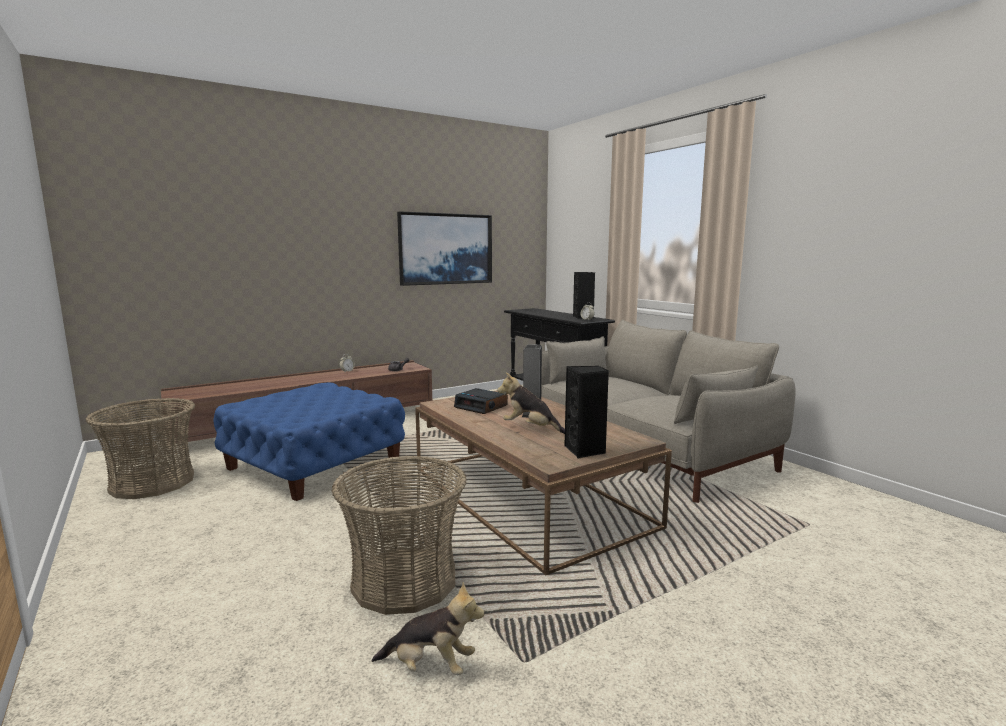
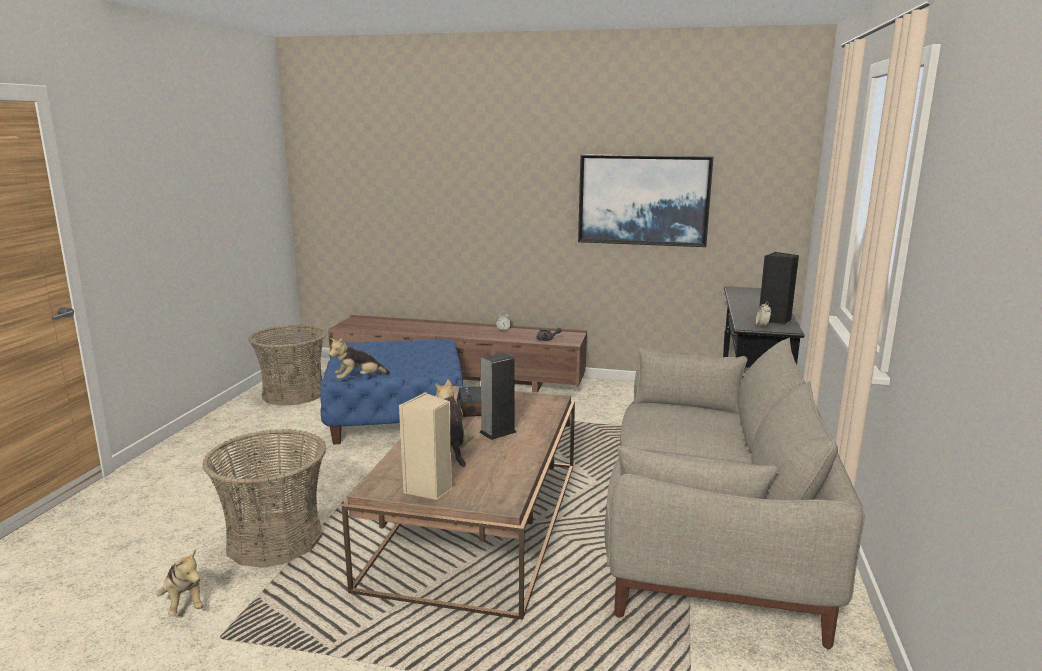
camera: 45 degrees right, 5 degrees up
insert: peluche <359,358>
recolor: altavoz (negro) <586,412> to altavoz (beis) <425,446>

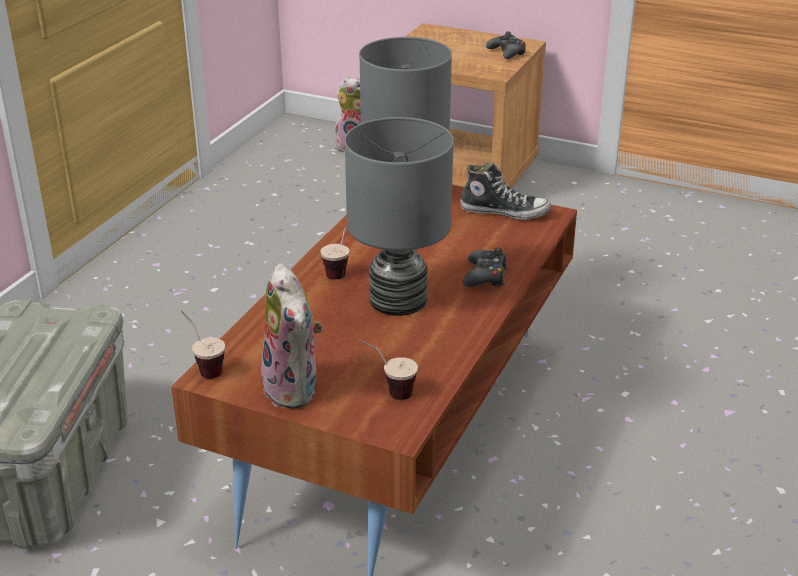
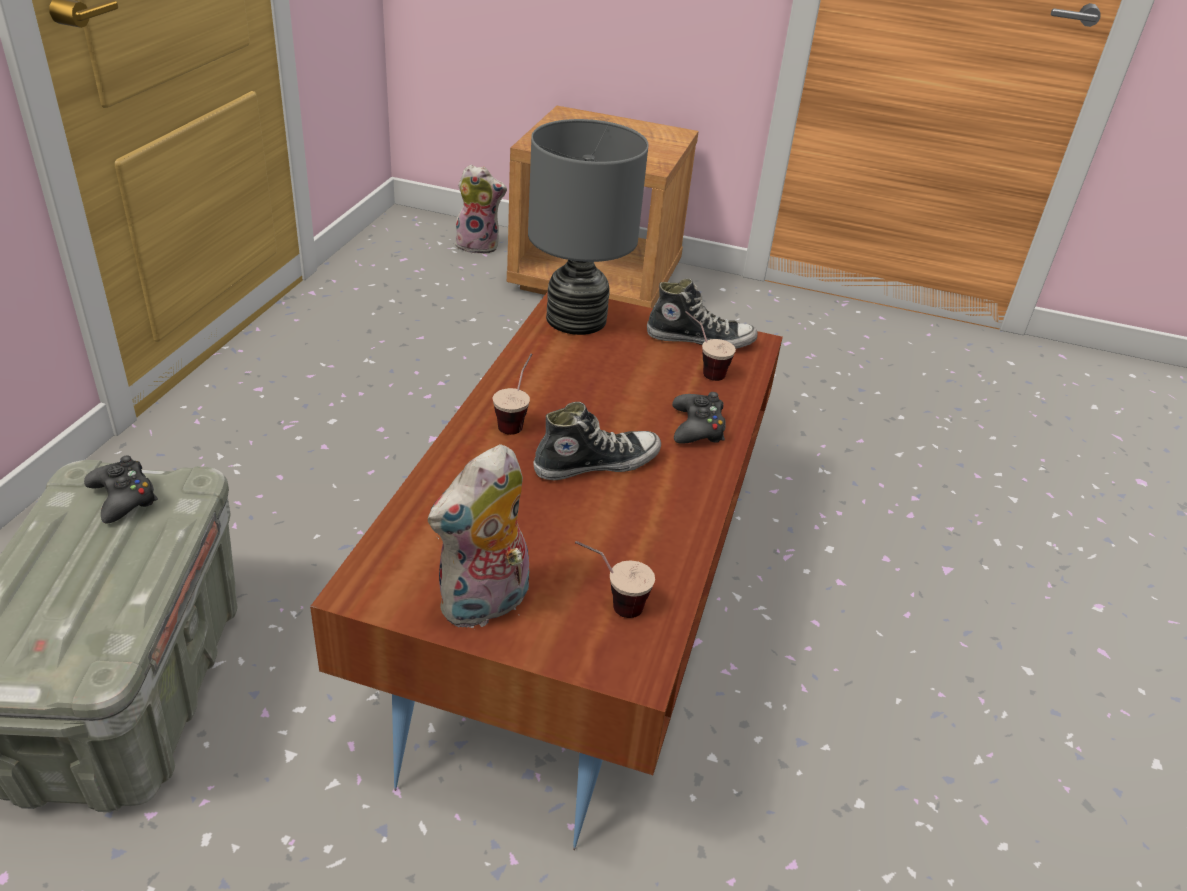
camera: 10 degrees left, 5 degrees up
move: mando de consola (negro) <506,45> to <121,489>; taza <202,344> to <710,346>
replace: lámpara de mesa (gris) <399,216> to zapato <597,441>
rotate: peluche <292,336> = <478,537> 75 degrees clockwise

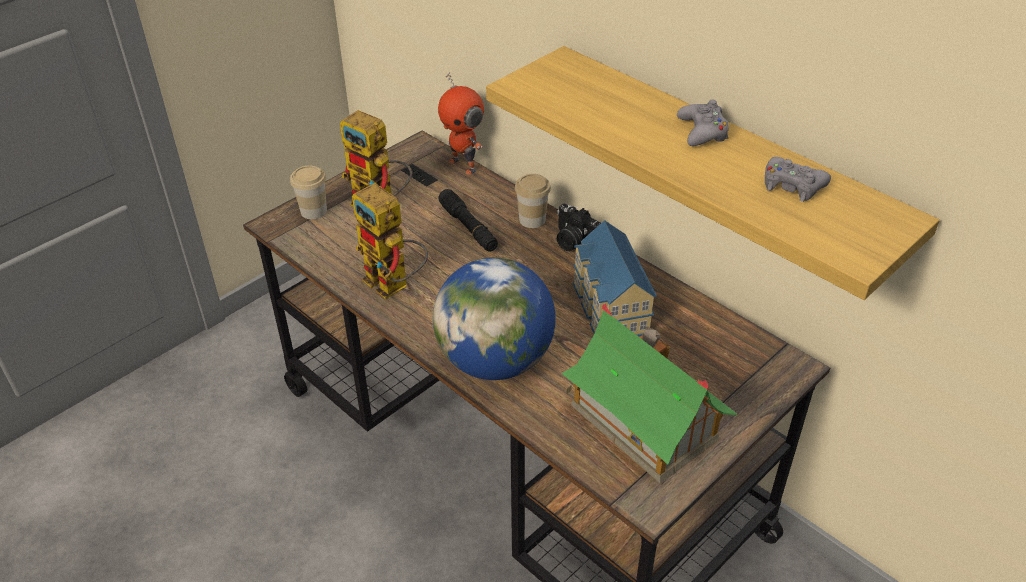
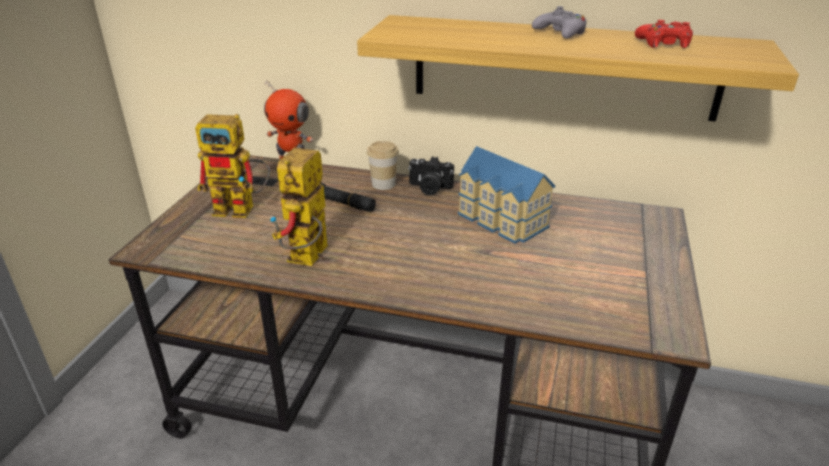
camera: 30 degrees left, 10 degrees down
delete: taza <308,192>; globo terráqueo <494,318>; casita <649,394>
recolor: mando de consola (gris) <798,179> to mando de consola (rojo) <664,34>
rotate: robot de juguete <390,241> = <299,206> 90 degrees clockwise

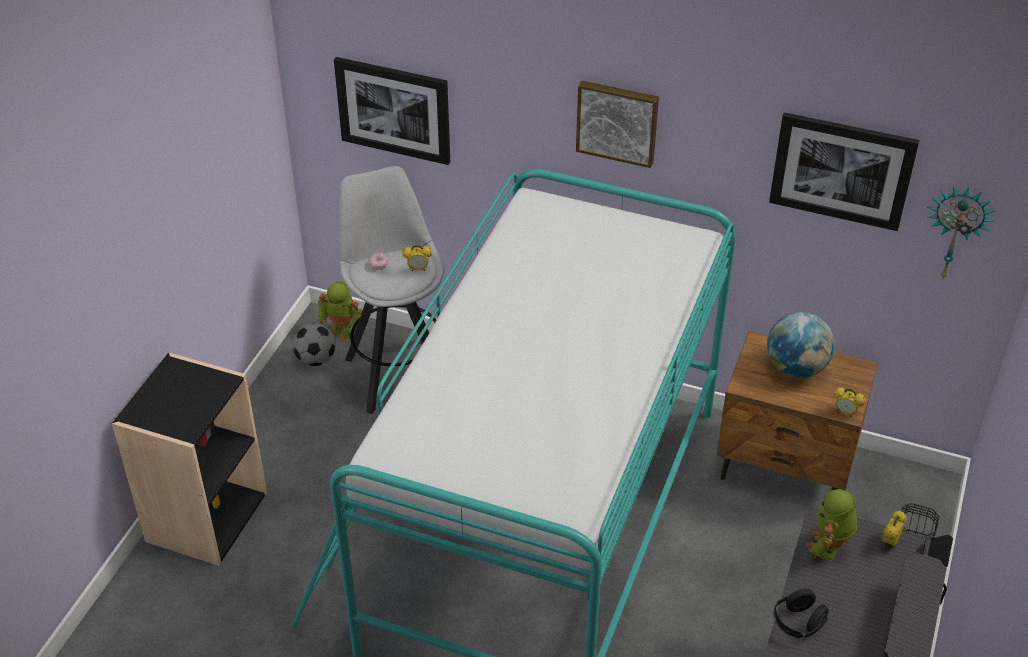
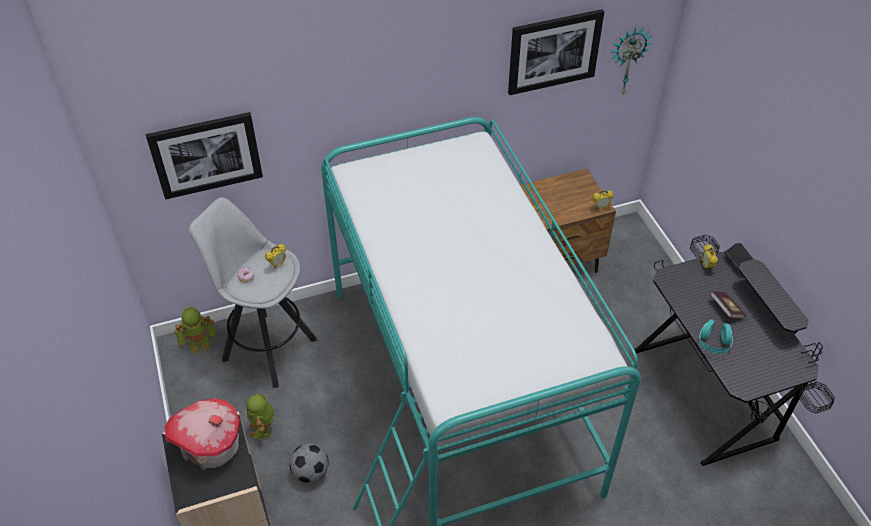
camera: 40 degrees left, 5 degrees up
delete: cuadro <617,124>; globo terráqueo <801,345>
insert: libro <728,305>; casita <202,434>
move: balón de fútbol <314,345> to <309,463>; robot de juguete <831,525> to <260,418>
recolor: auriculares (negro) <801,613> to auriculares (turquesa) <716,336>

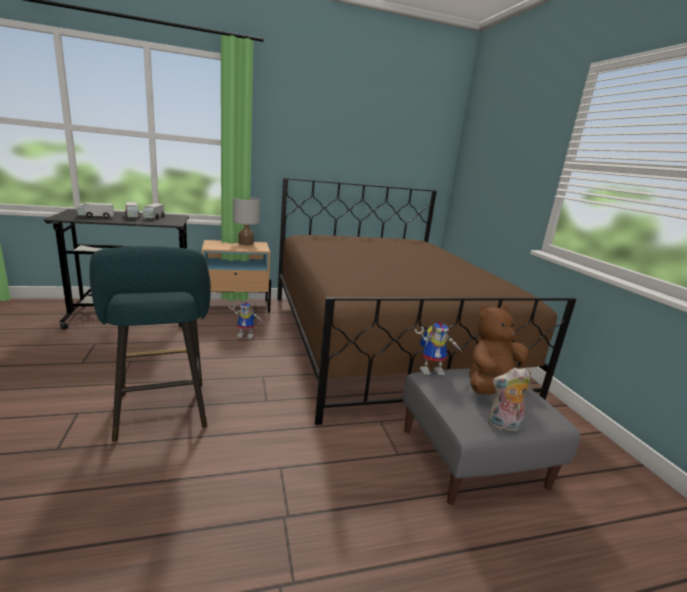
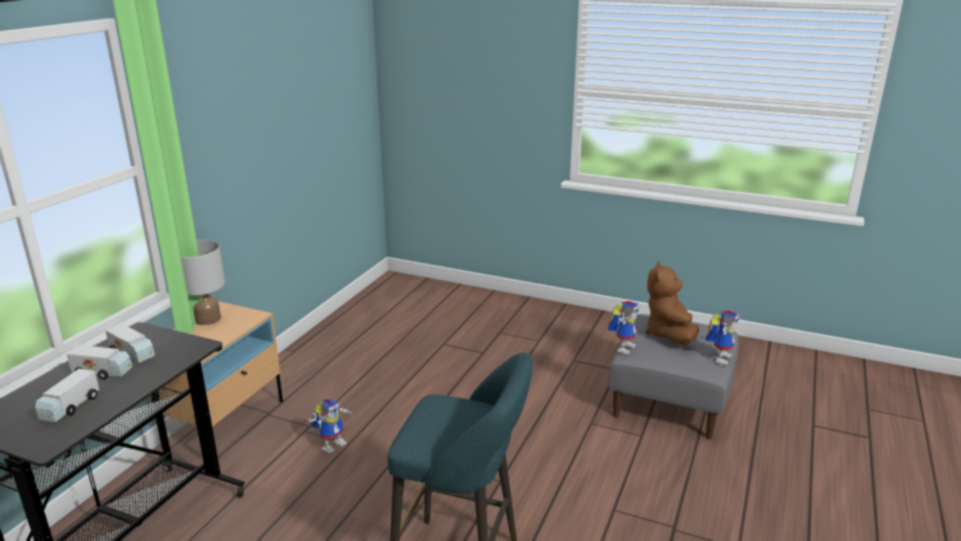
camera: 50 degrees left, 5 degrees up
delete: cama (marrón) <426,301>
replace: peluche <509,400> to robot de juguete <722,337>

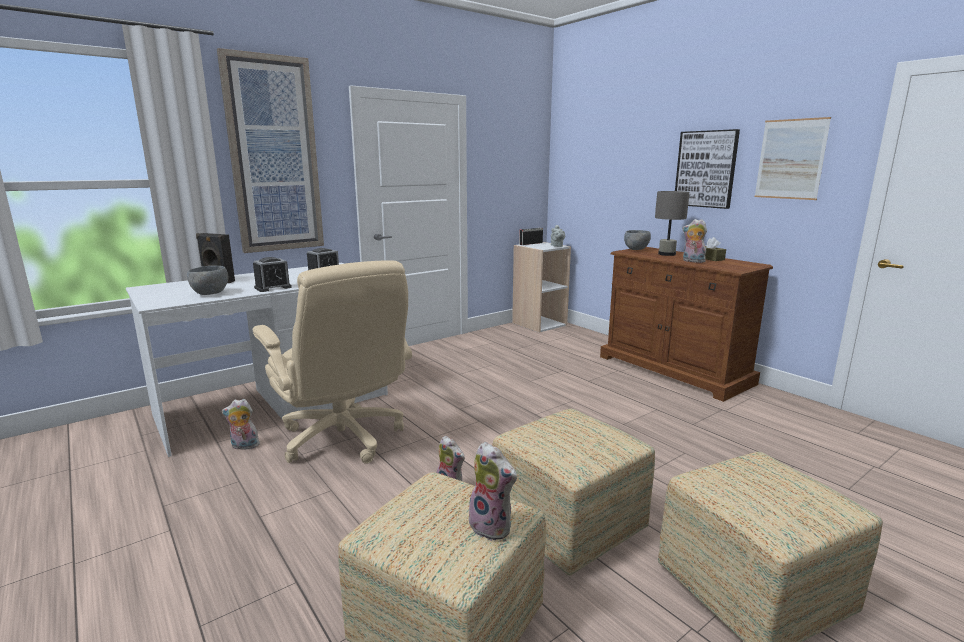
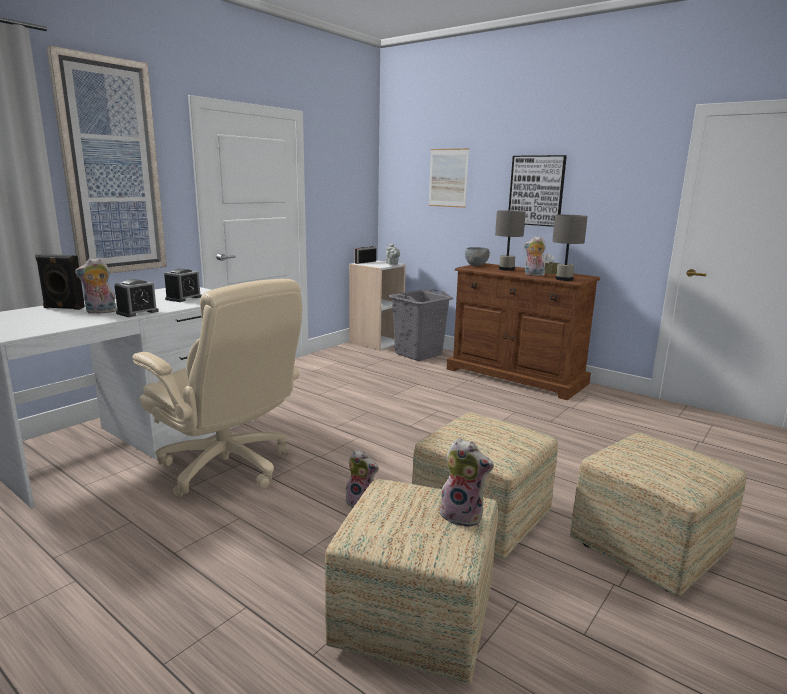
camera: 15 degrees left, 0 degrees up
delete: cuenco (gris) <207,280>
insert: lámpara de mesa (gris) <569,248>; cesto de la ropa (gris) <420,325>
move: cuadro <793,158> to <448,178>; peluche <241,424> to <96,286>

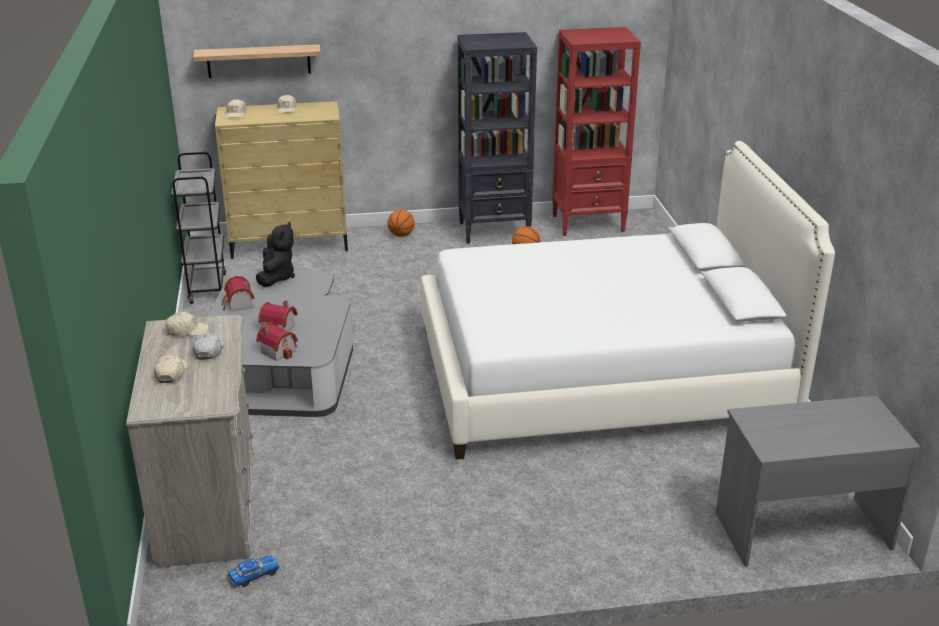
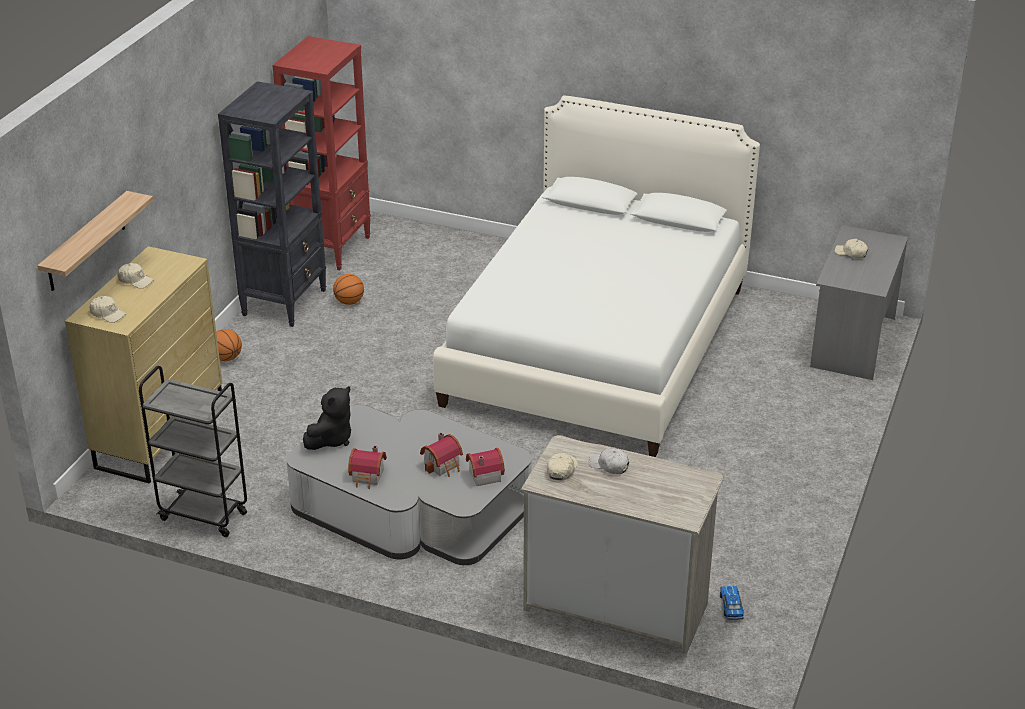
camera: 60 degrees left, 5 degrees up
move: gorra (beis) <171,369> to <851,249>
rotate: peluche (negro) <275,254> = <327,418> 90 degrees clockwise

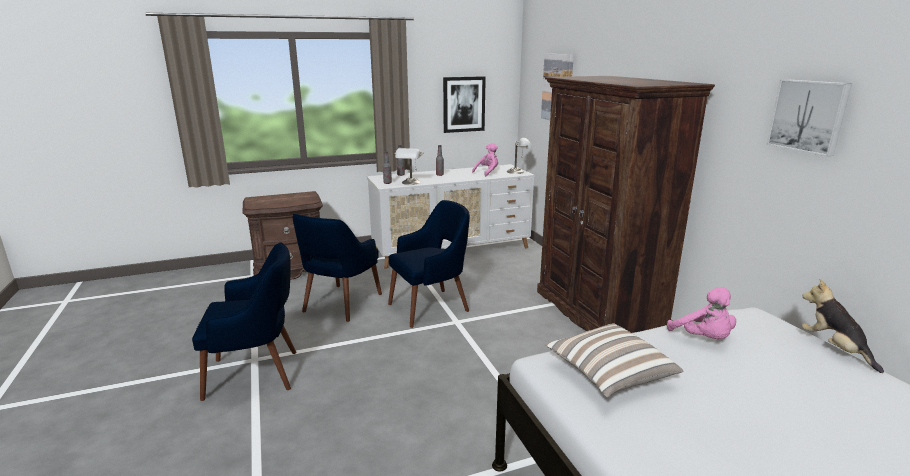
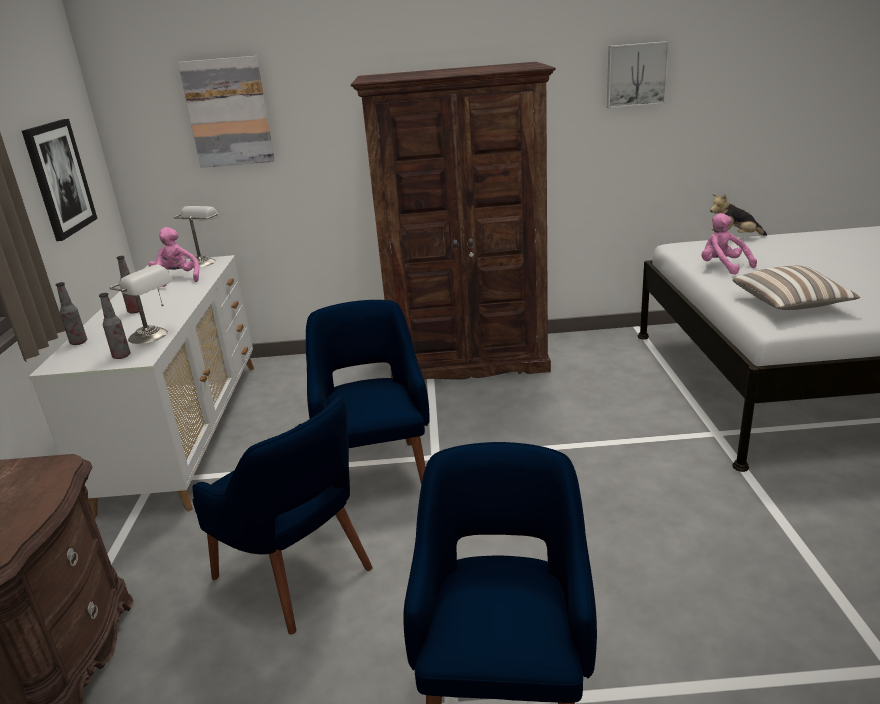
camera: 70 degrees left, 5 degrees up
rotate: peluche (rosa) <701,313> = <729,244> 120 degrees counterclockwise

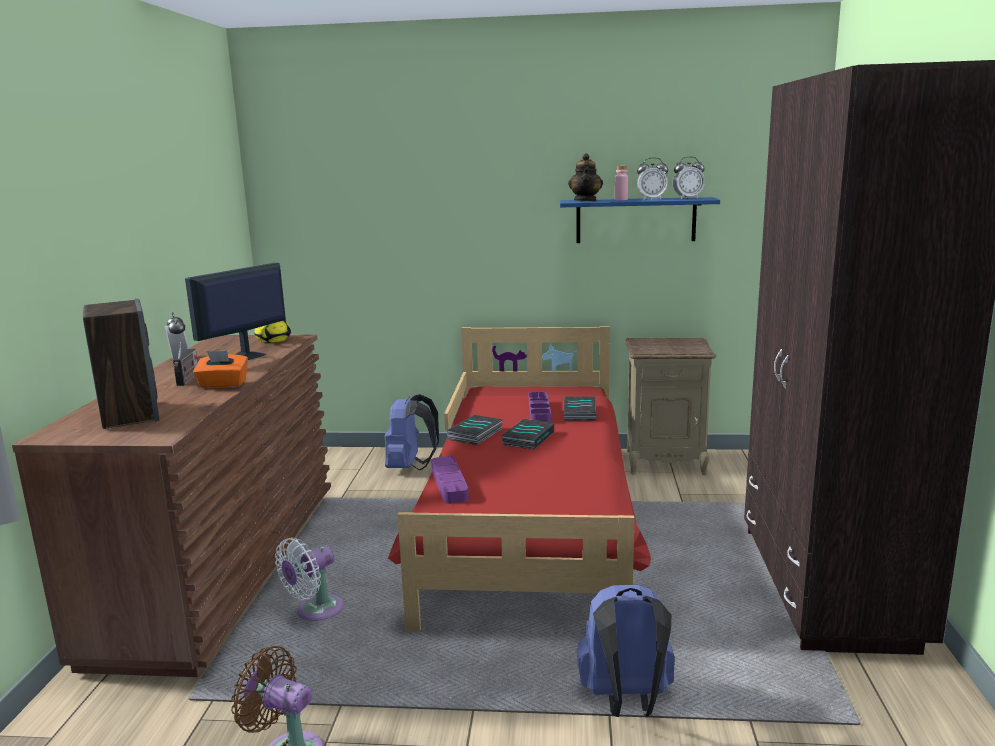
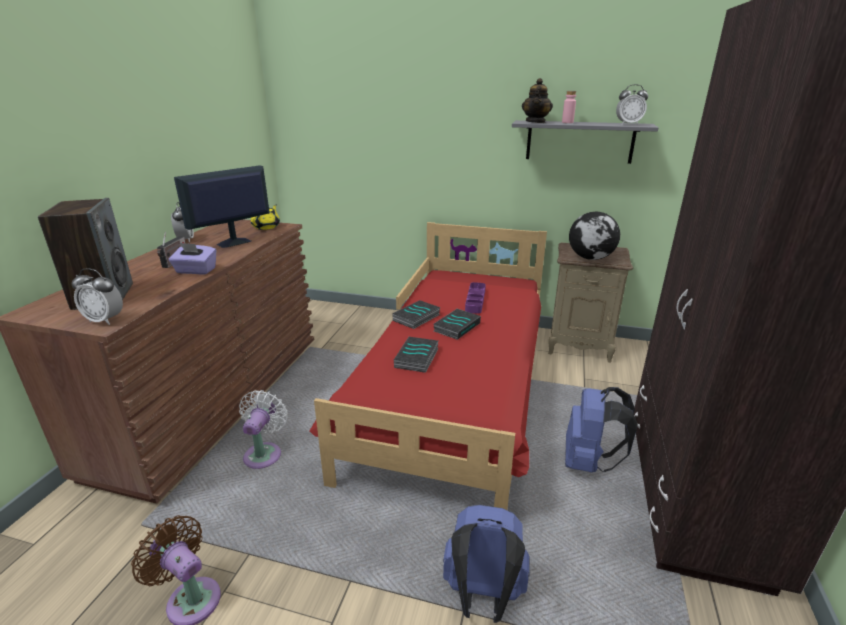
camera: 10 degrees right, 10 degrees up
delete: bandeja (morado) <450,480>
insert: globo terráqueo <594,236>
move: despertador <652,178> to <97,296>; mochila (azul) <412,432> to <601,429>; libro <579,408> to <416,355>
recolor: estante (azul) <640,220> to estante (gris) <585,142>; caja de pañuelos (naranja) <220,370> to caja de pañuelos (morado) <192,259>
rotate: ventilador (blanco) <309,579> = <263,429> 135 degrees clockwise

